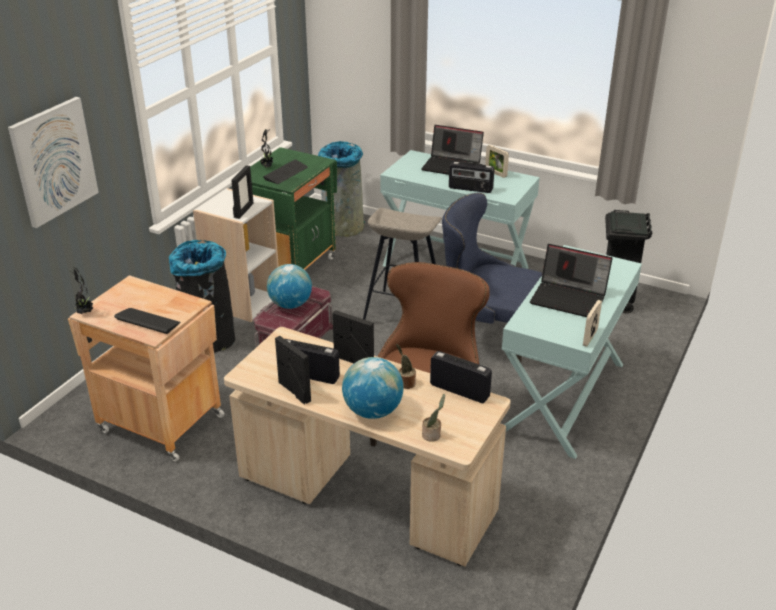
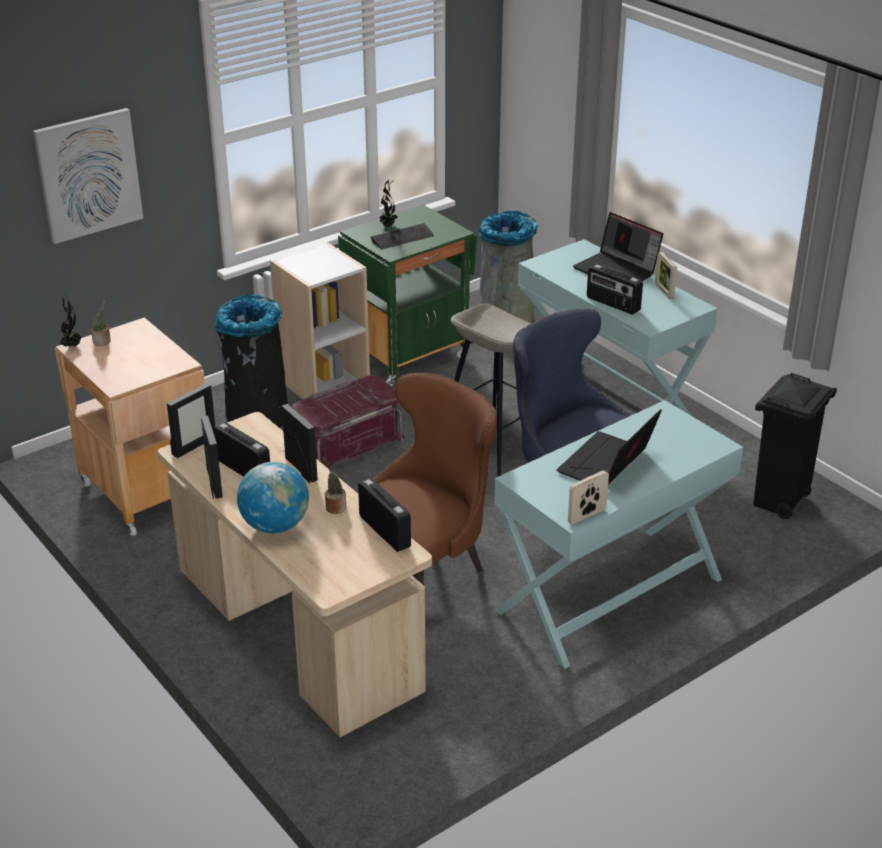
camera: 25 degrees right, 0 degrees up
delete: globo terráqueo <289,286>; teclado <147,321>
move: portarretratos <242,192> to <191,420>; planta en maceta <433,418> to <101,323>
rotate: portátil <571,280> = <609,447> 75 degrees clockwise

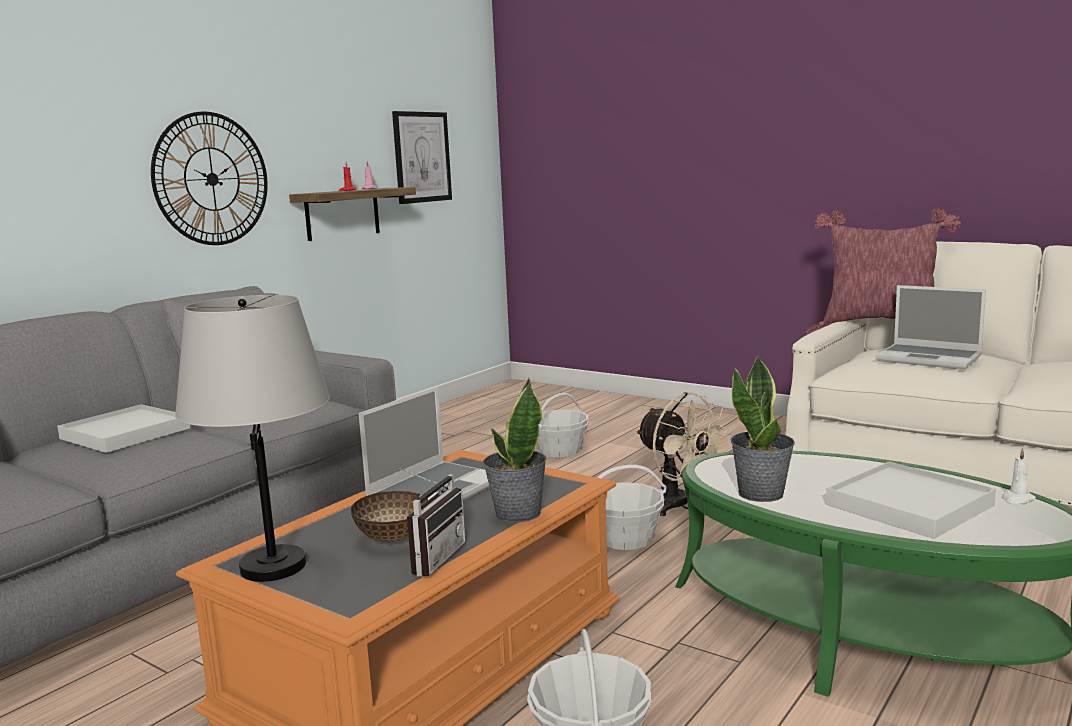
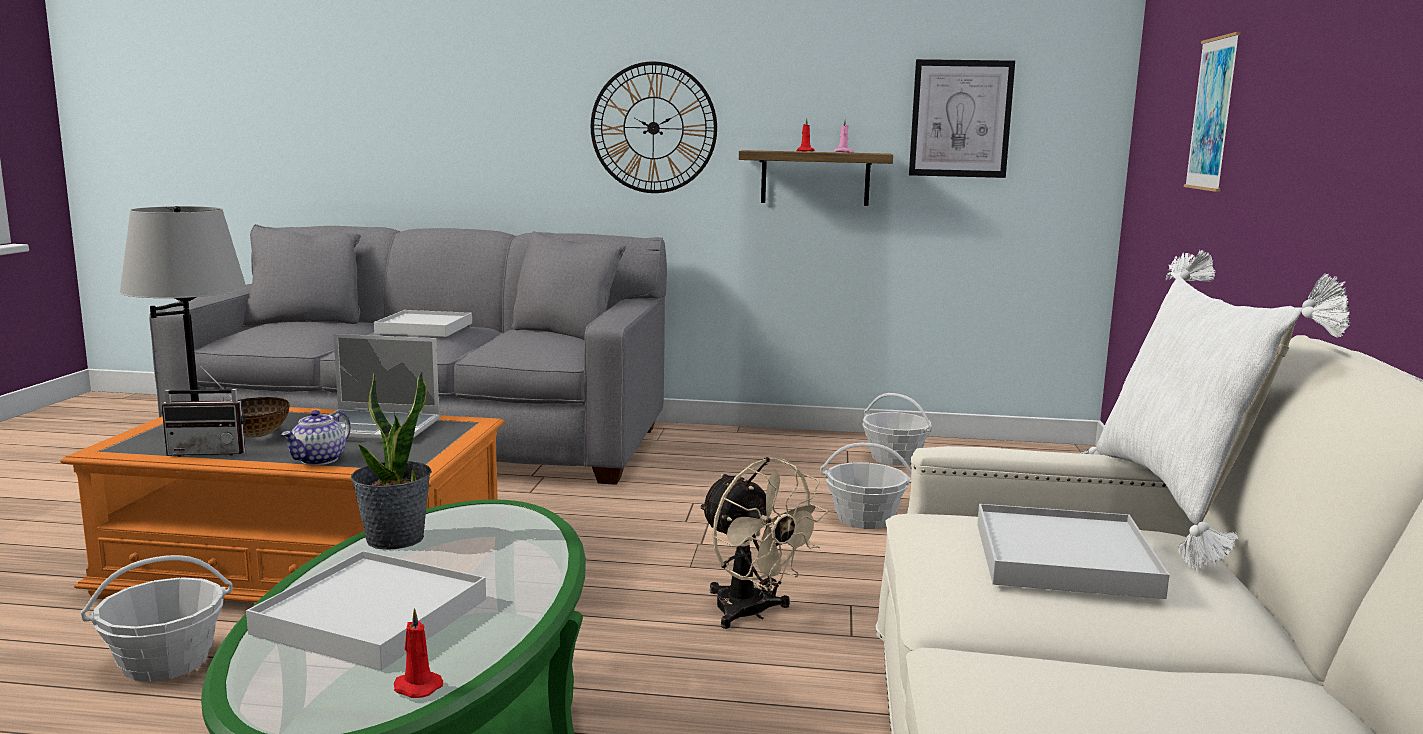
camera: 60 degrees right, 0 degrees up
insert: cuadro <1212,112>
move: cesta <631,507> to <897,429>
replace: portátil <930,327> to bandeja (blanco) <1073,551>; planta en maceta <515,450> to tetera <316,437>
recolor: cojín (rojo) <883,270> to cojín (blanco) <1215,410>; vela (blanco) <1019,476> to vela (rojo) <418,653>
rotate: ventilador (beis) <682,454> = <763,543> 60 degrees counterclockwise

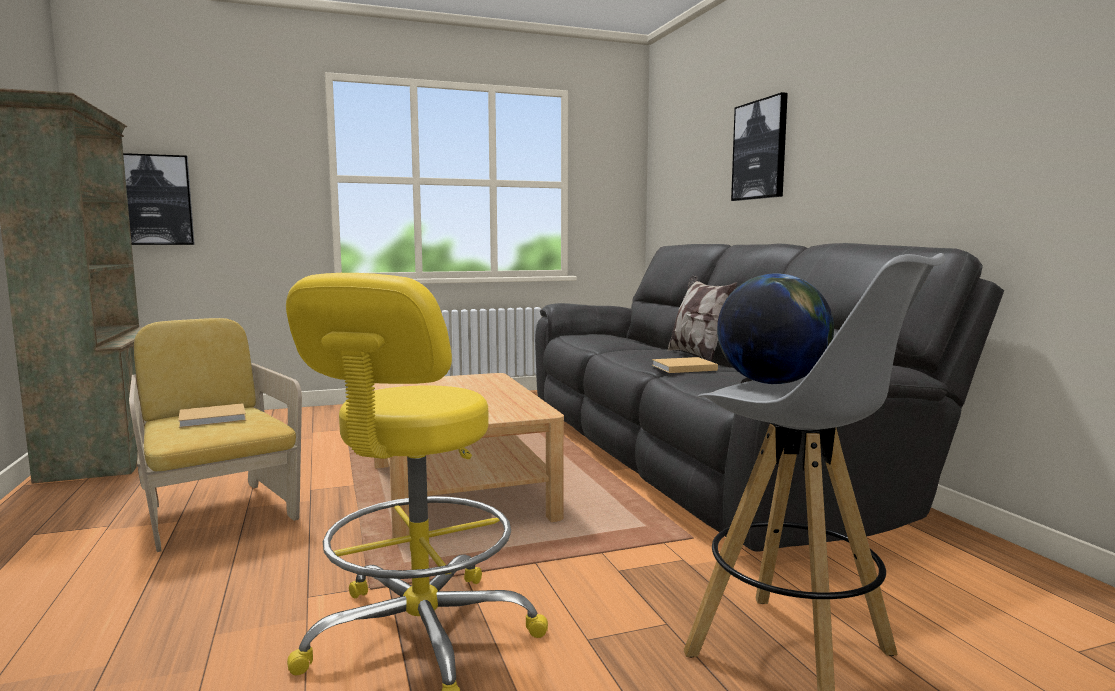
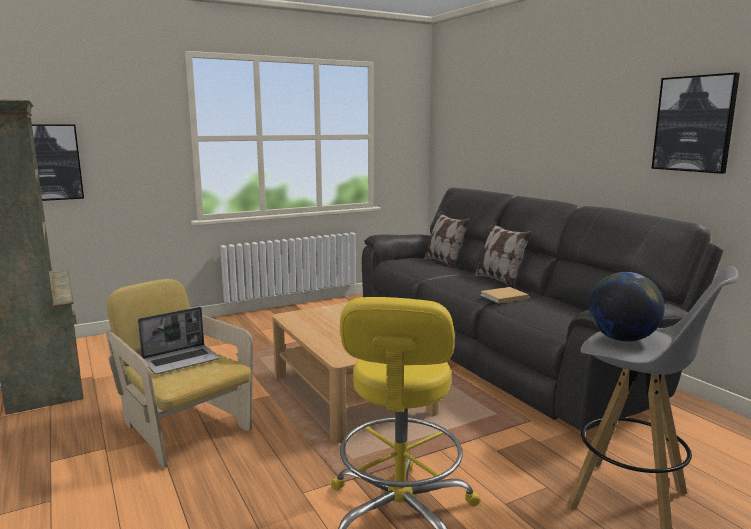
camera: 10 degrees left, 5 degrees up
insert: cojín <447,239>
move: cuadro <759,146> to <695,123>
replace: libro (beis) <212,415> to portátil <179,340>

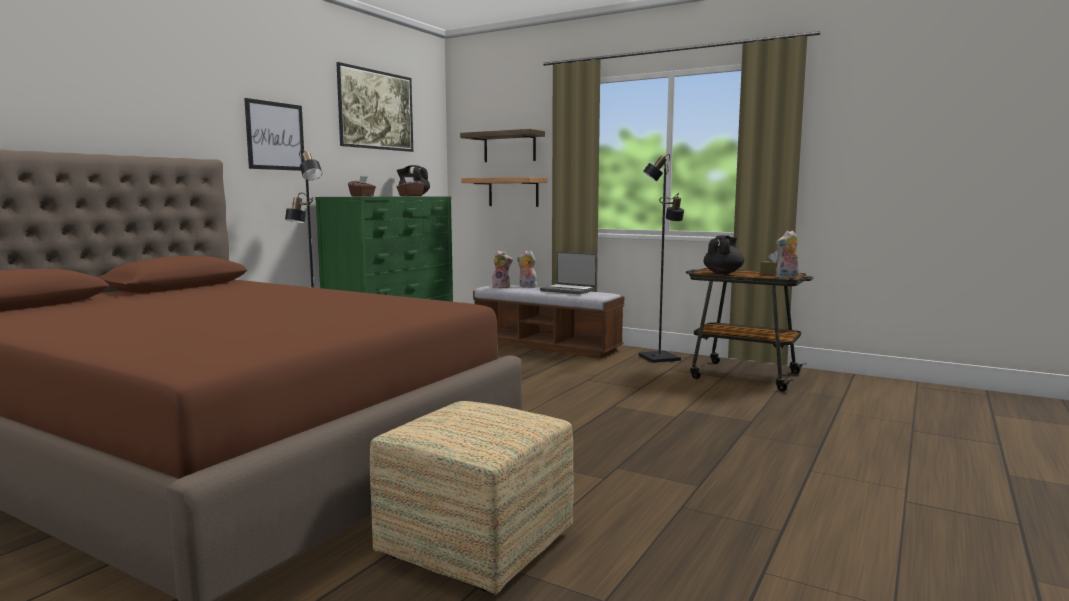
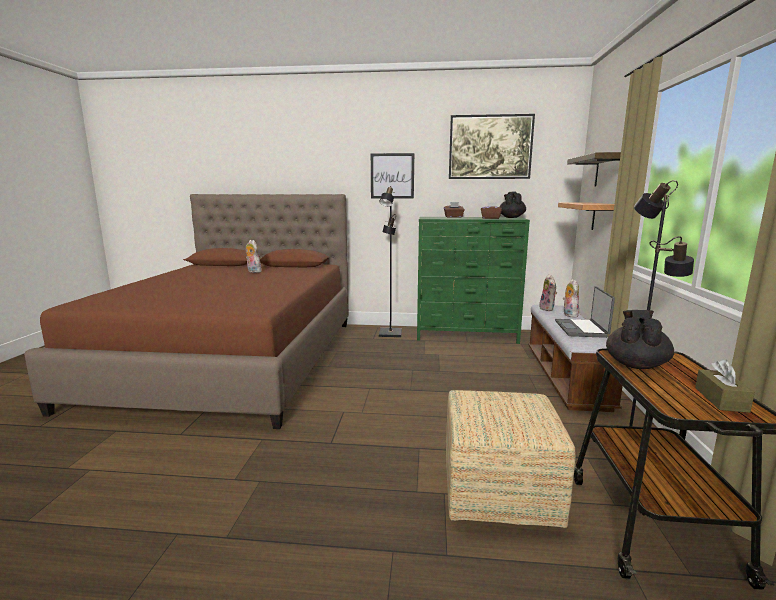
camera: 65 degrees right, 5 degrees up
move: peluche <787,254> to <254,256>; puf <472,498> to <511,459>
rotate: tetera (negro) <724,254> = <640,339> 75 degrees counterclockwise

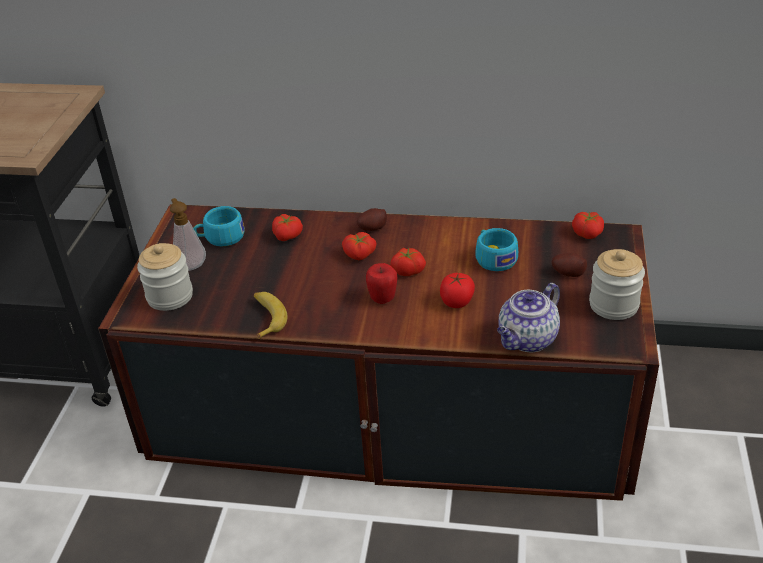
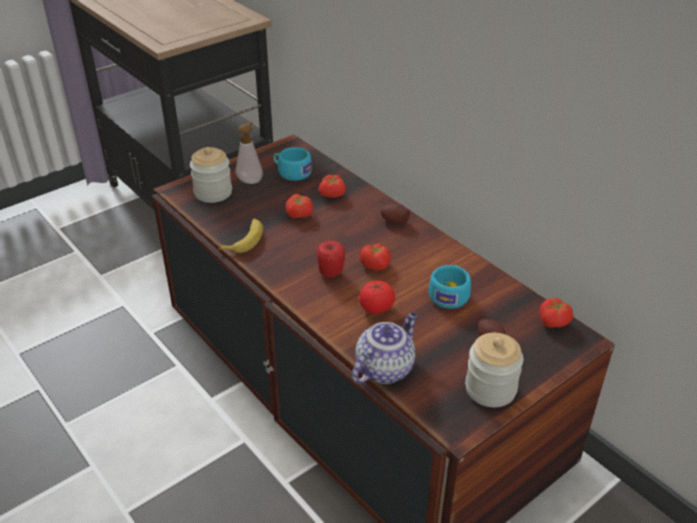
camera: 40 degrees right, 0 degrees up
move: tomate <359,246> to <300,206>
rotate: tetera <528,317> = <385,348> 135 degrees clockwise

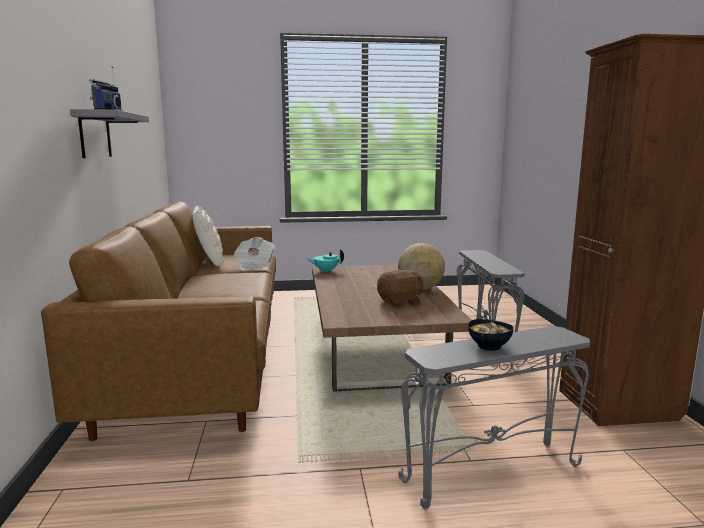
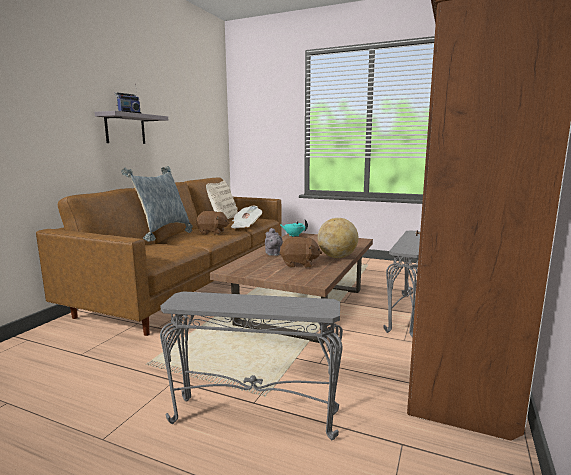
camera: 30 degrees right, 0 degrees up
delete: cuenco <491,335>
insert: cojín <157,203>; peluche (marrón) <213,223>; tetera (gris) <274,242>

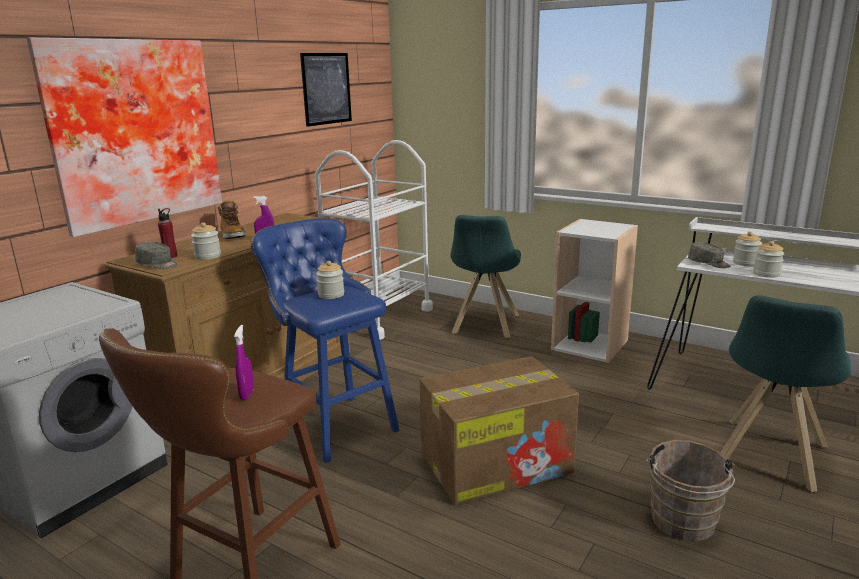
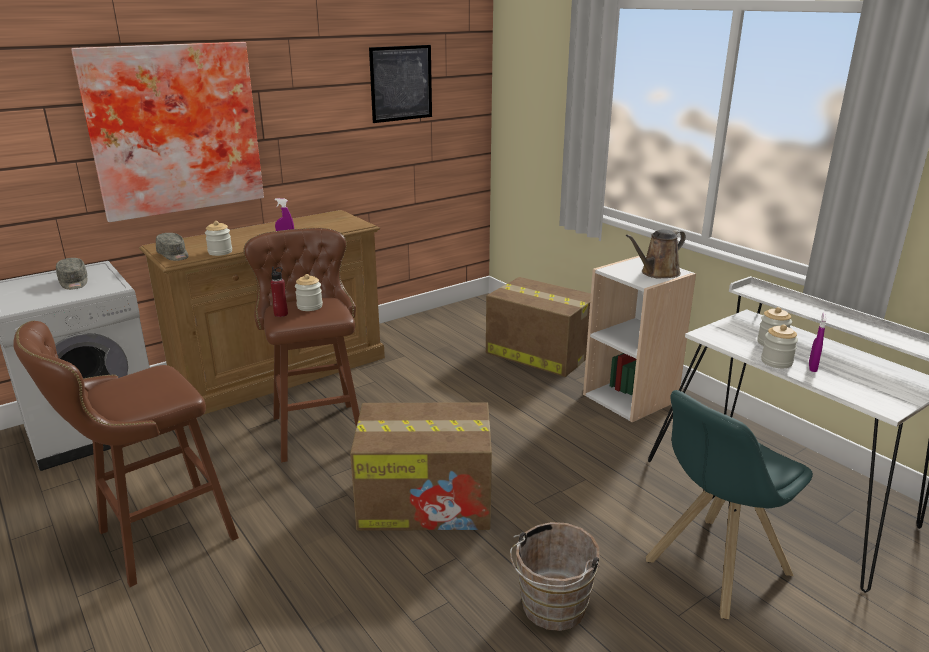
camera: 20 degrees right, 5 degrees up
delete: carrito (blanco) <374,240>; bota <232,219>
insert: regadera (marrón) <656,254>
move: botella (rojo) <167,233> to <279,292>; gorra (gris) <709,255> to <72,274>; pulverizador (morado) <244,362> to <817,342>
replace: silla (turquesa) <486,276> to caja de cartón <538,327>
recolor: taburete (azul) <325,340> to taburete (marrón) <301,345>

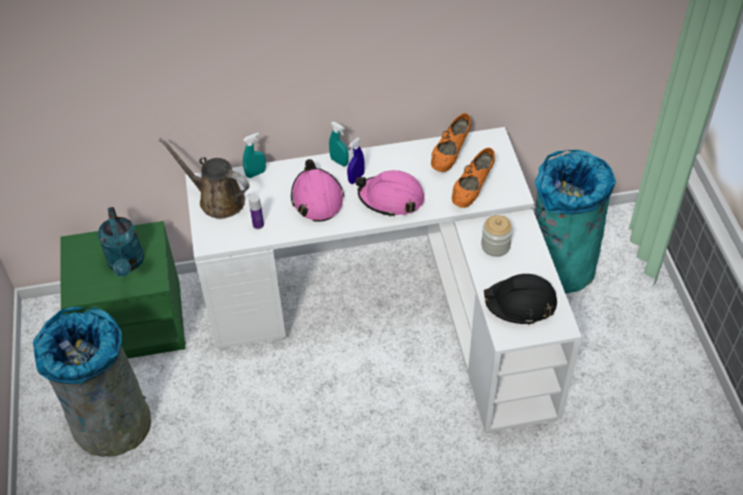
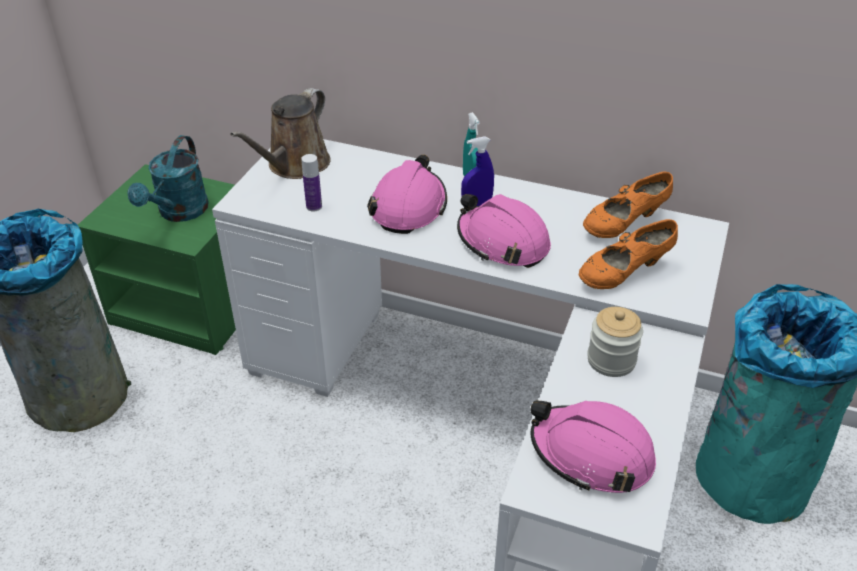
camera: 30 degrees right, 10 degrees down
delete: pulverizador (turquesa) <254,155>
recolor: casco (negro) <520,299> to casco (rosa) <593,446>
rotate: regadera (marrón) <204,178> = <280,133> 120 degrees counterclockwise

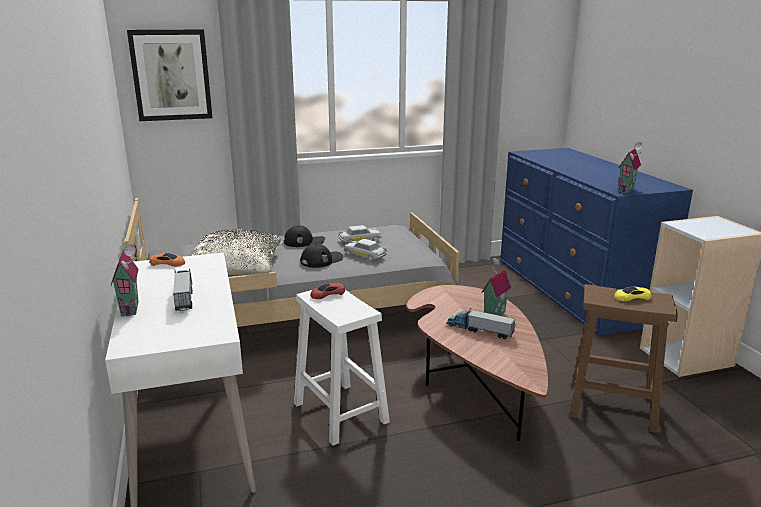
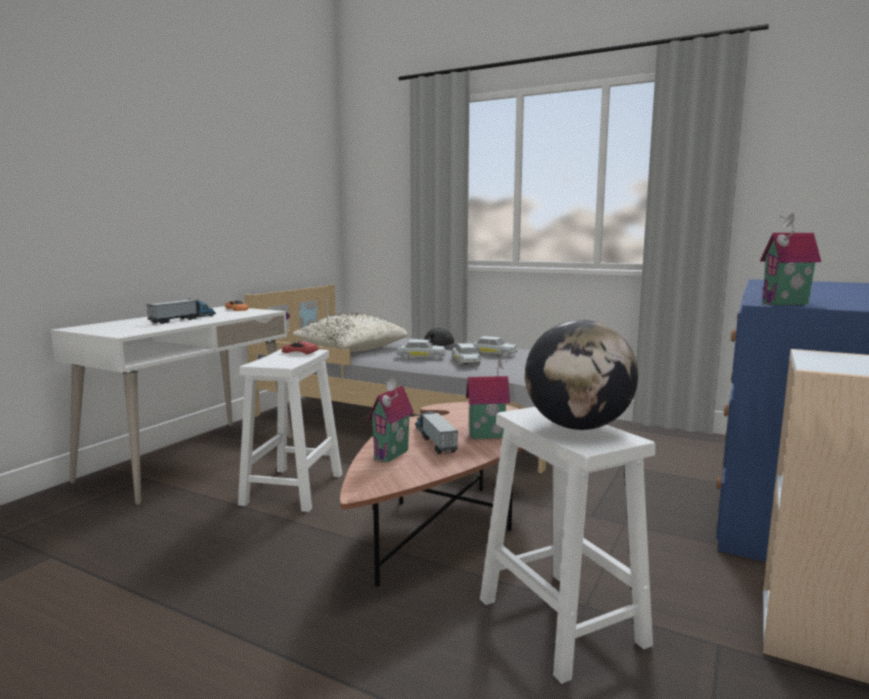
camera: 45 degrees right, 10 degrees down
delete: cuadro <169,75>
move: casita <125,280> to <391,419>
replace: gorra (negro) <322,256> to coche de juguete (blanco) <421,349>; coche de juguete (amarillo) <632,294> to globo terráqueo <581,375>
recolor: taburete (marrón) <623,358> to taburete (blanco) <568,545>

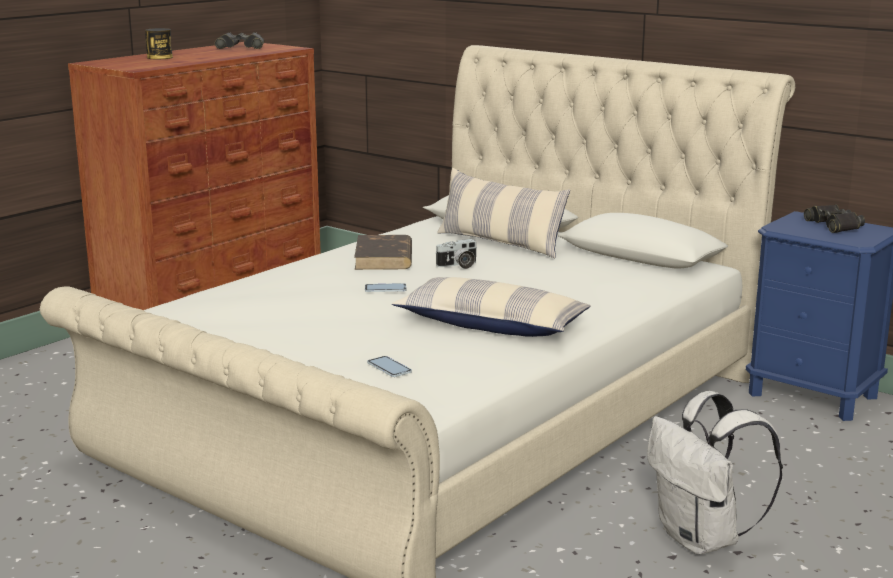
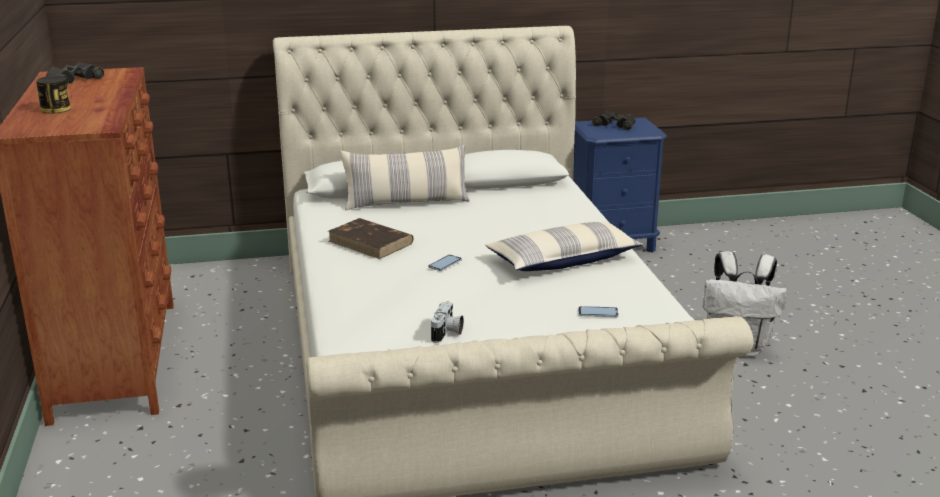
camera: 50 degrees left, 5 degrees up
move: cámara <455,254> to <447,322>

